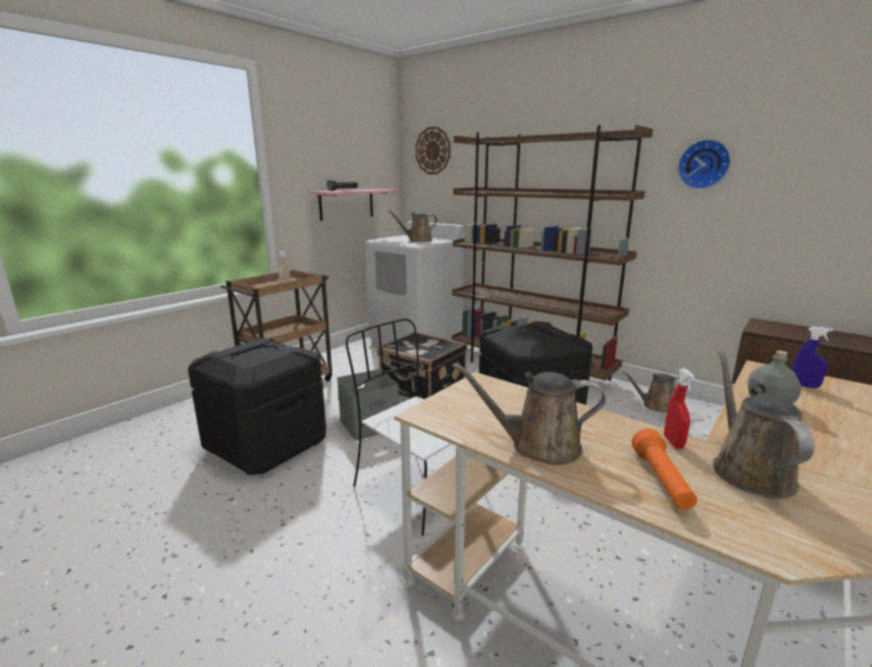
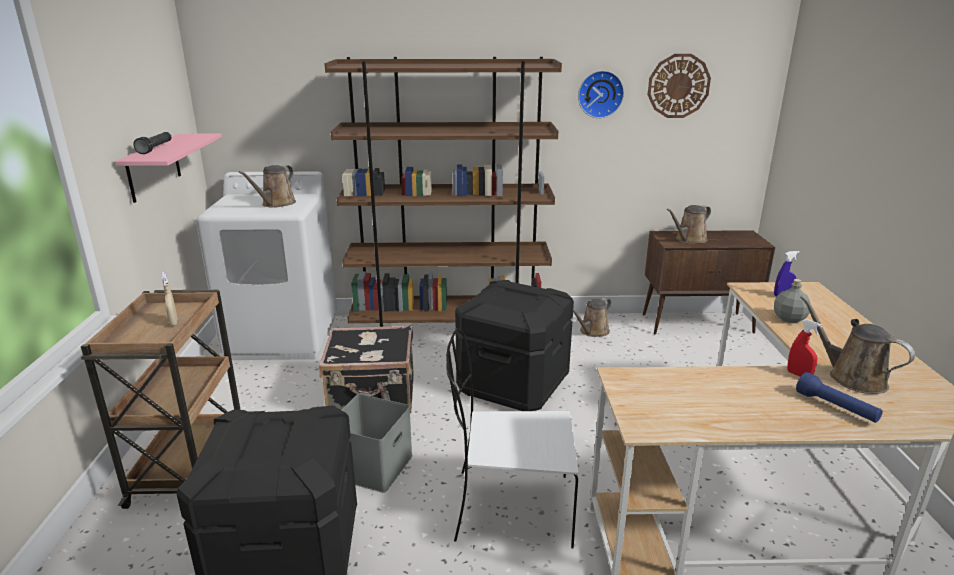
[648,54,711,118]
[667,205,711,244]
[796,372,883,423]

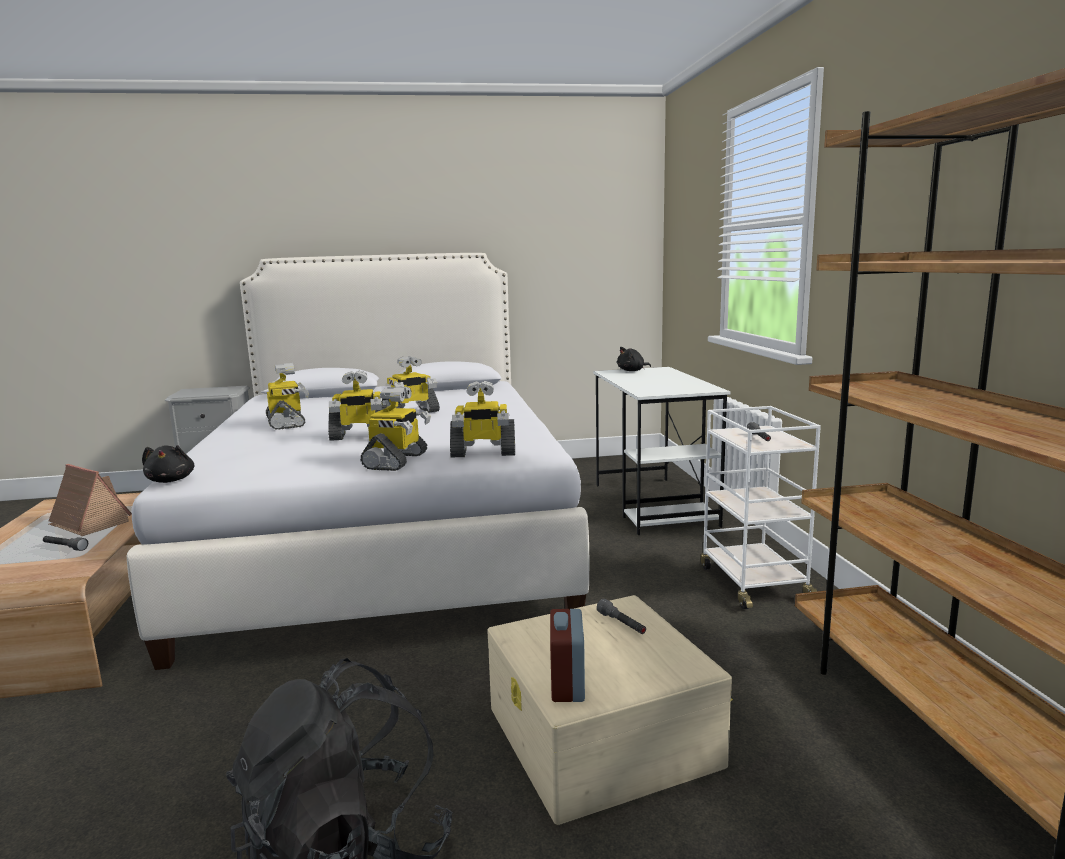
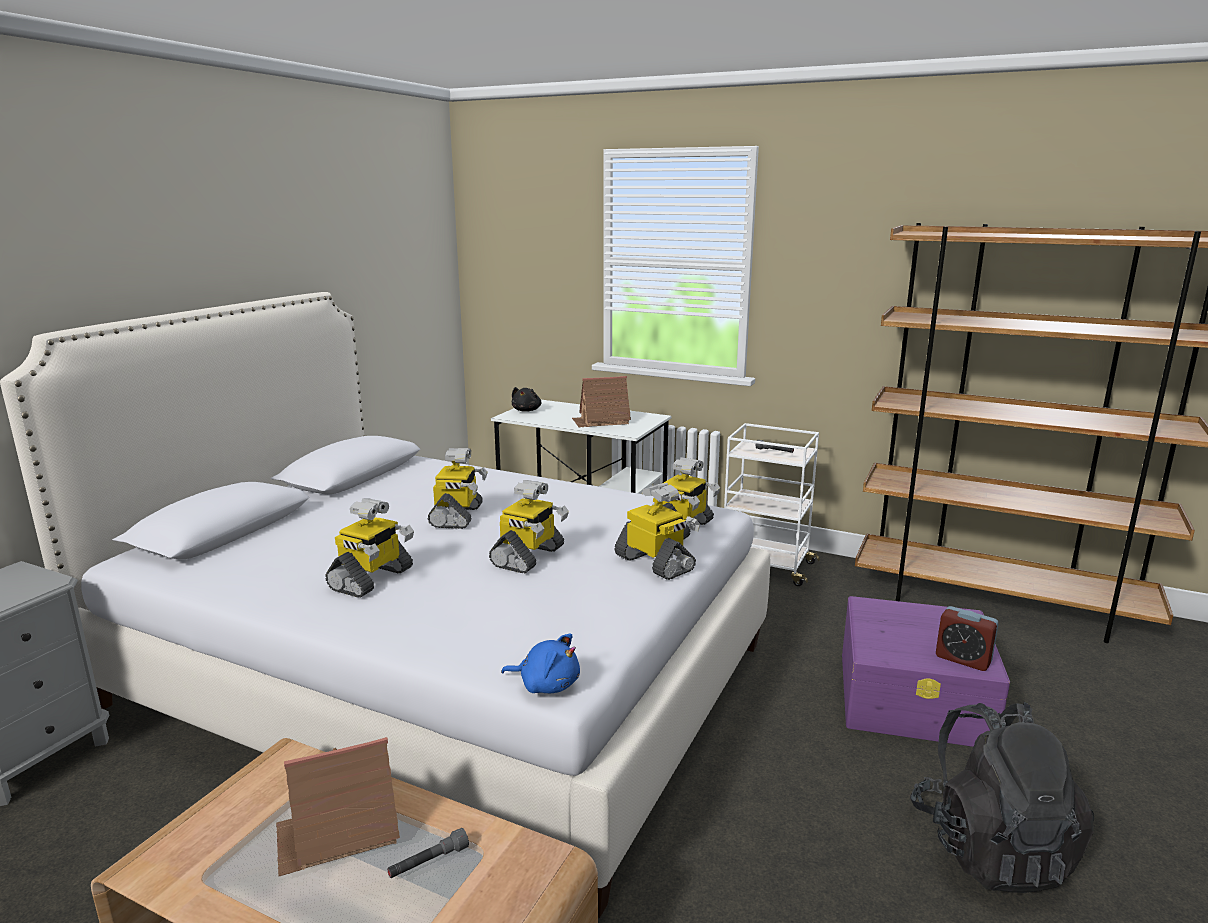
[325,498,414,598]
[501,634,580,693]
[572,376,631,427]
[842,596,1010,747]
[597,599,646,634] (first image)

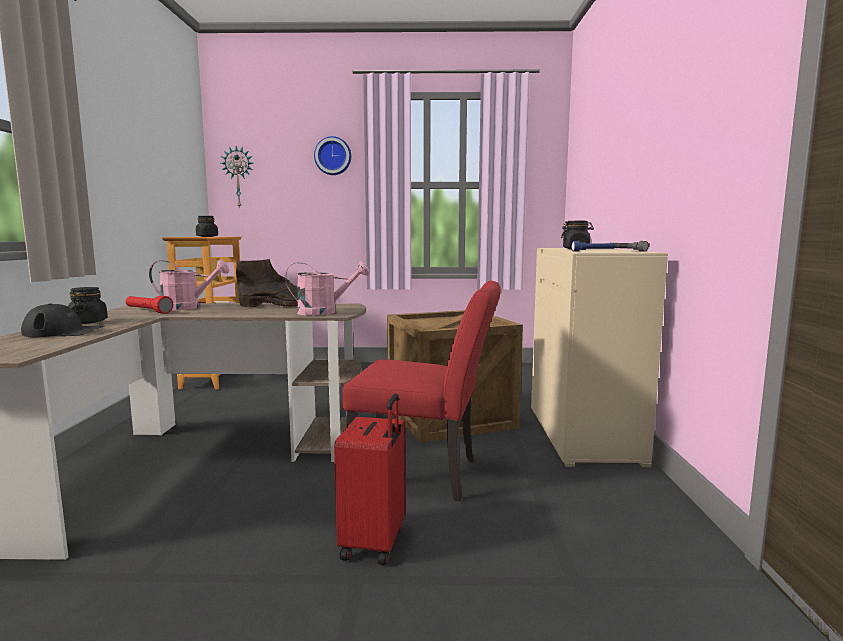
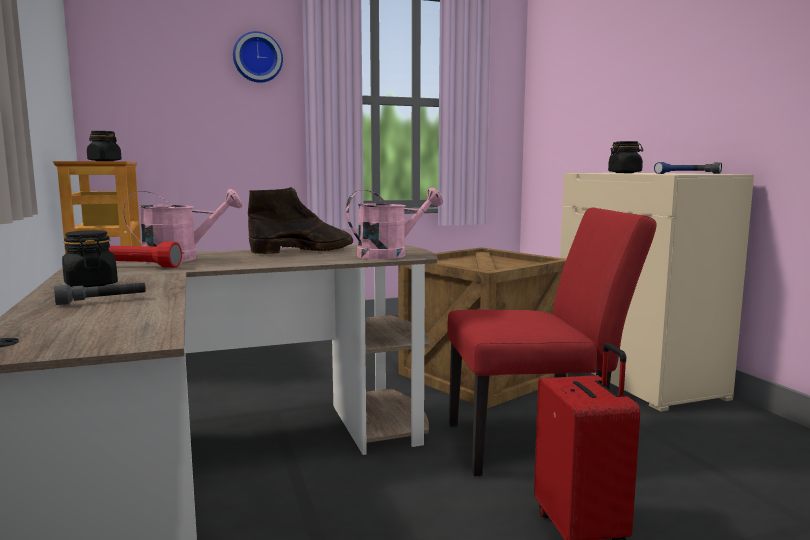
[54,282,146,305]
[221,146,253,209] (first image)

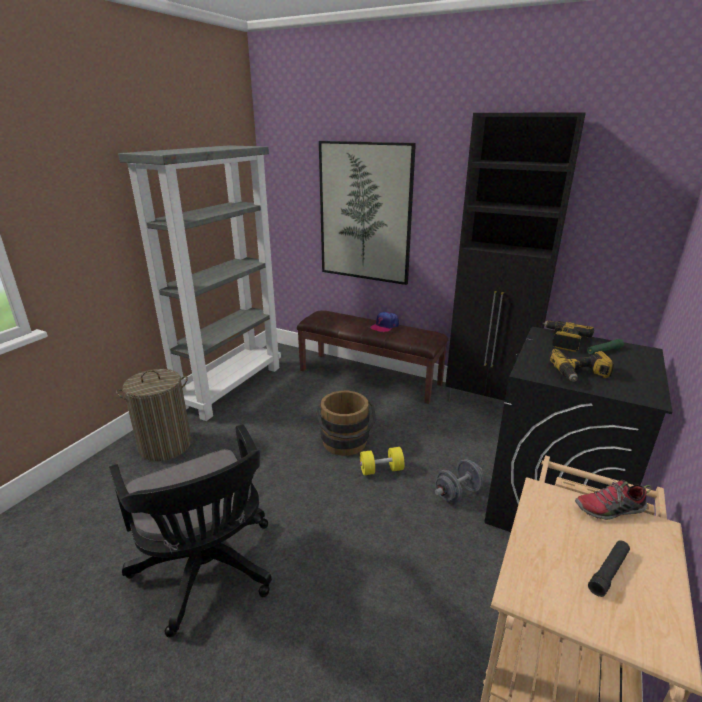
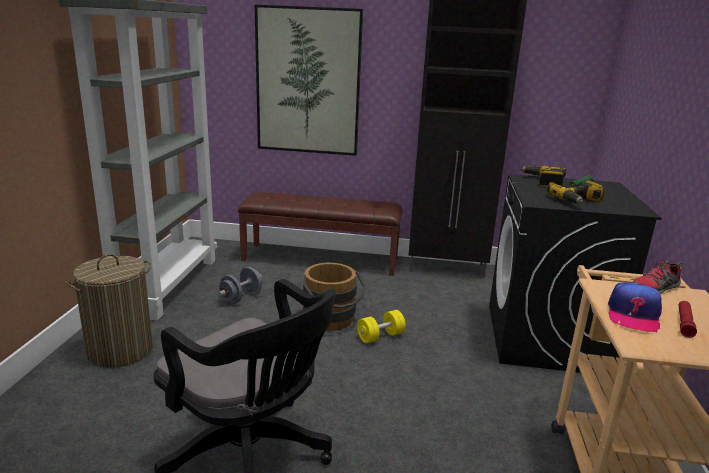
[218,267,262,304]
[608,283,662,333]
[679,301,697,338]

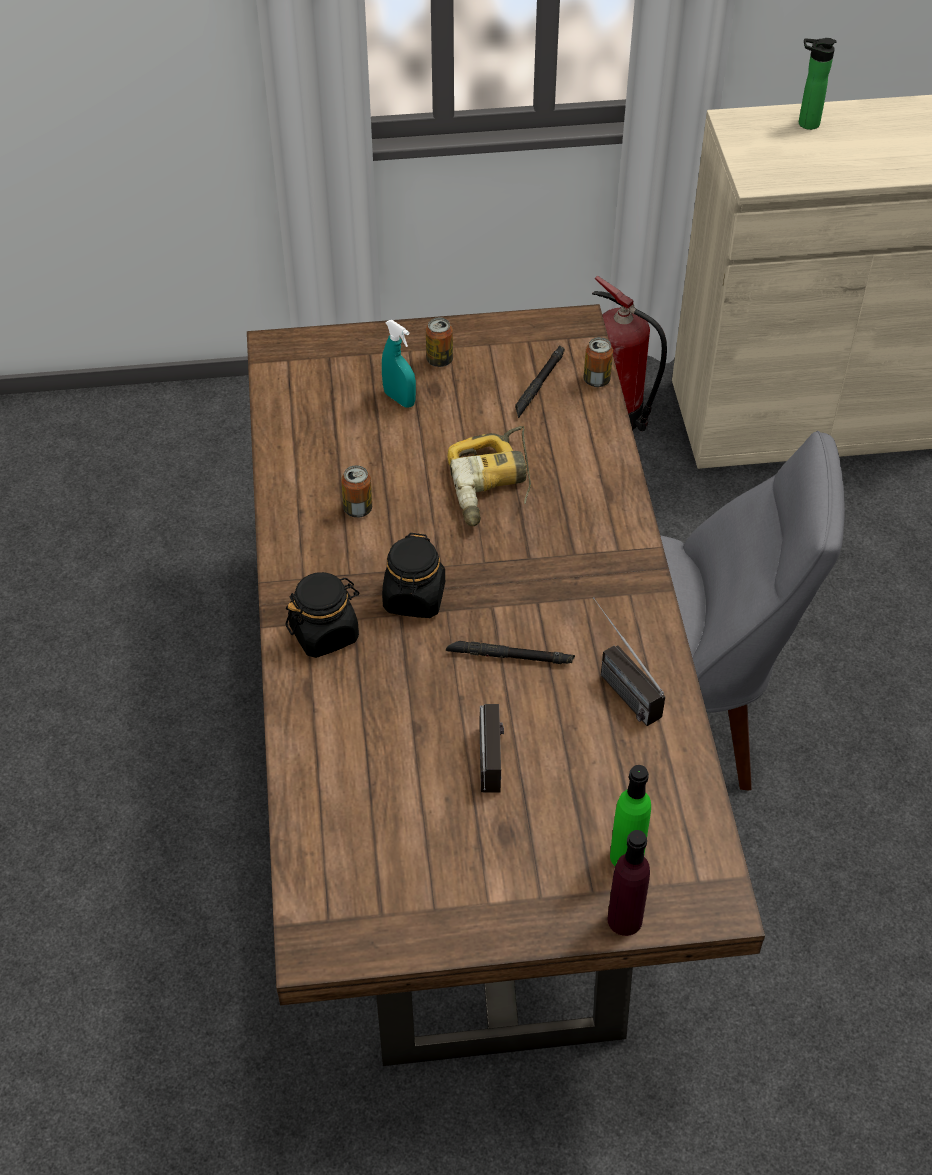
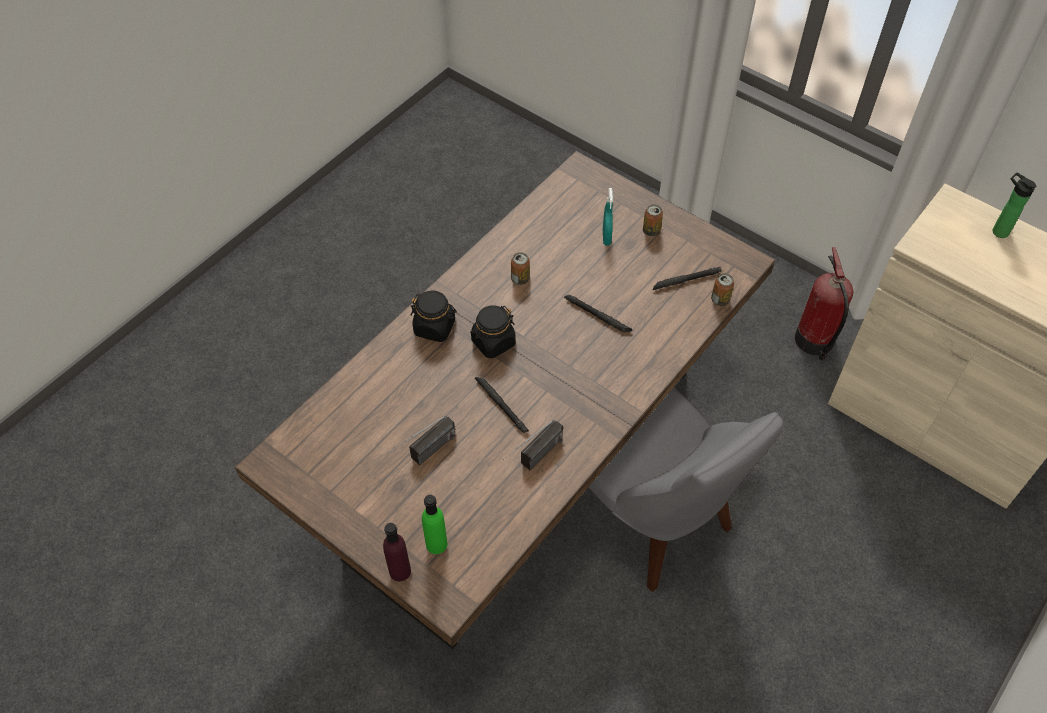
[503,420,563,470]
[564,295,632,332]

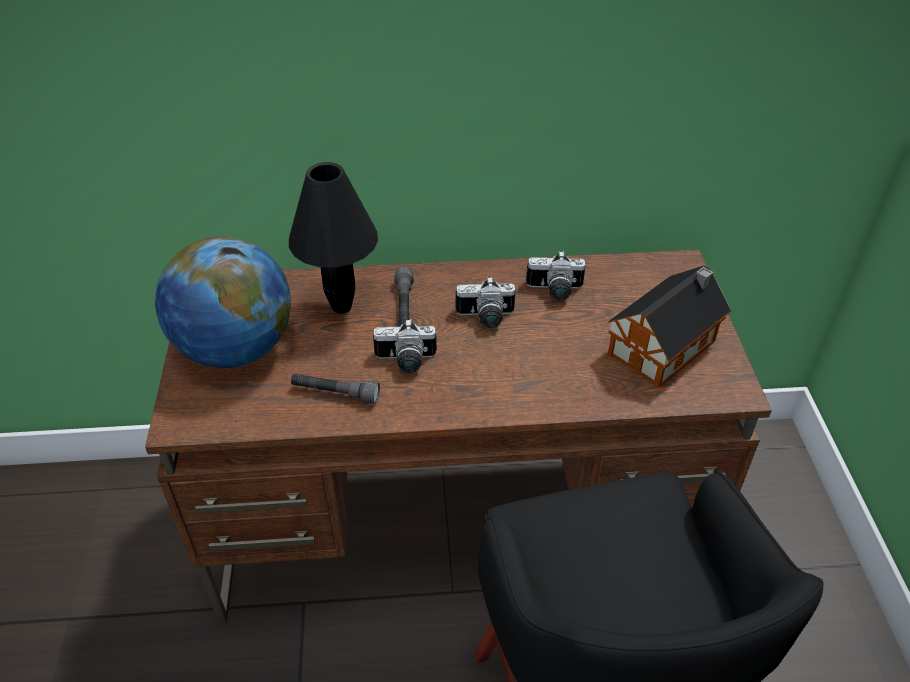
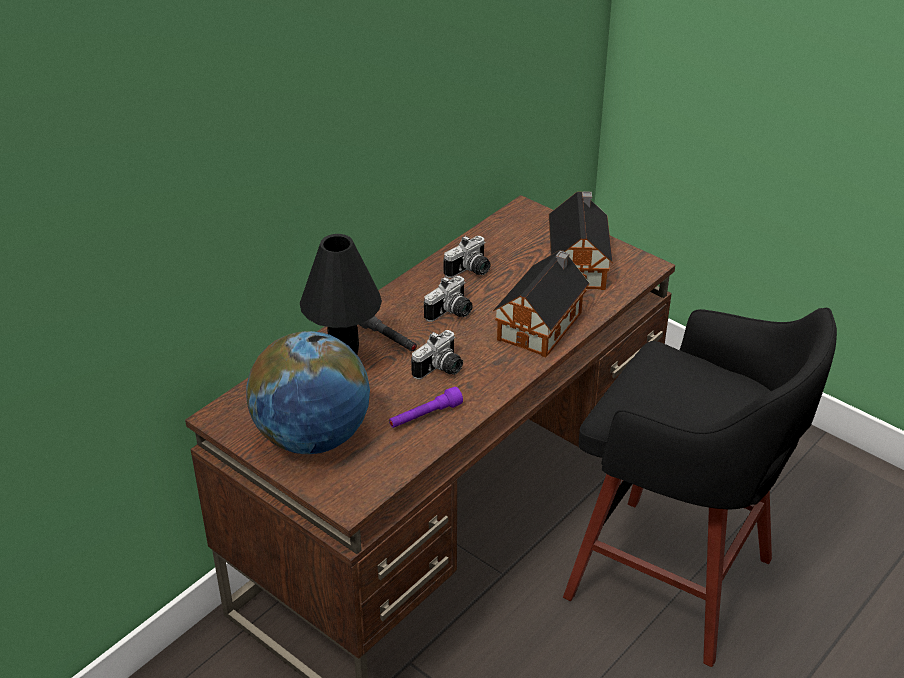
[389,387,463,428]
[493,250,589,358]

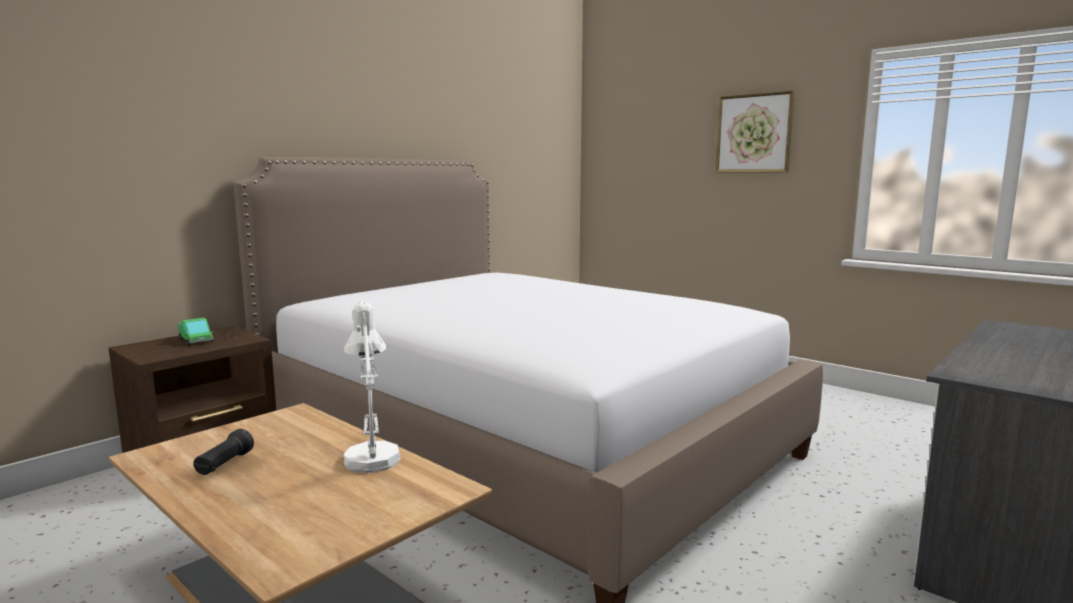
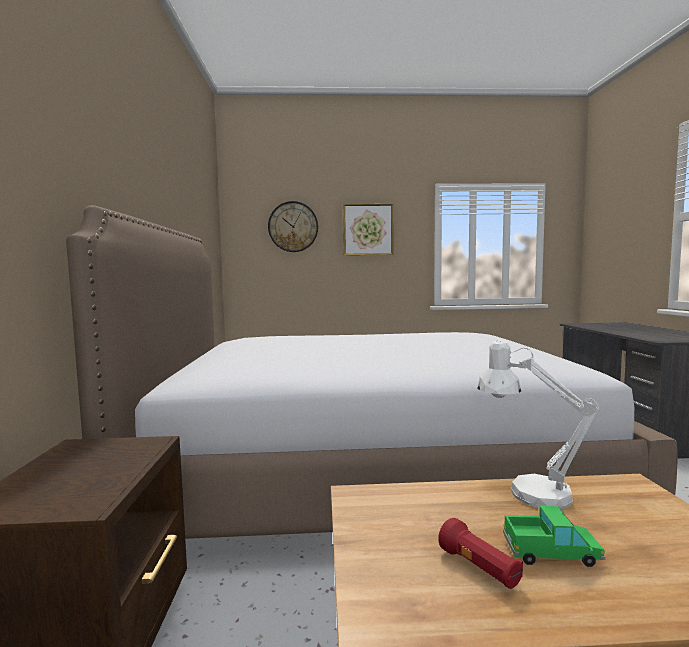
[268,201,318,252]
[438,518,523,589]
[503,506,605,567]

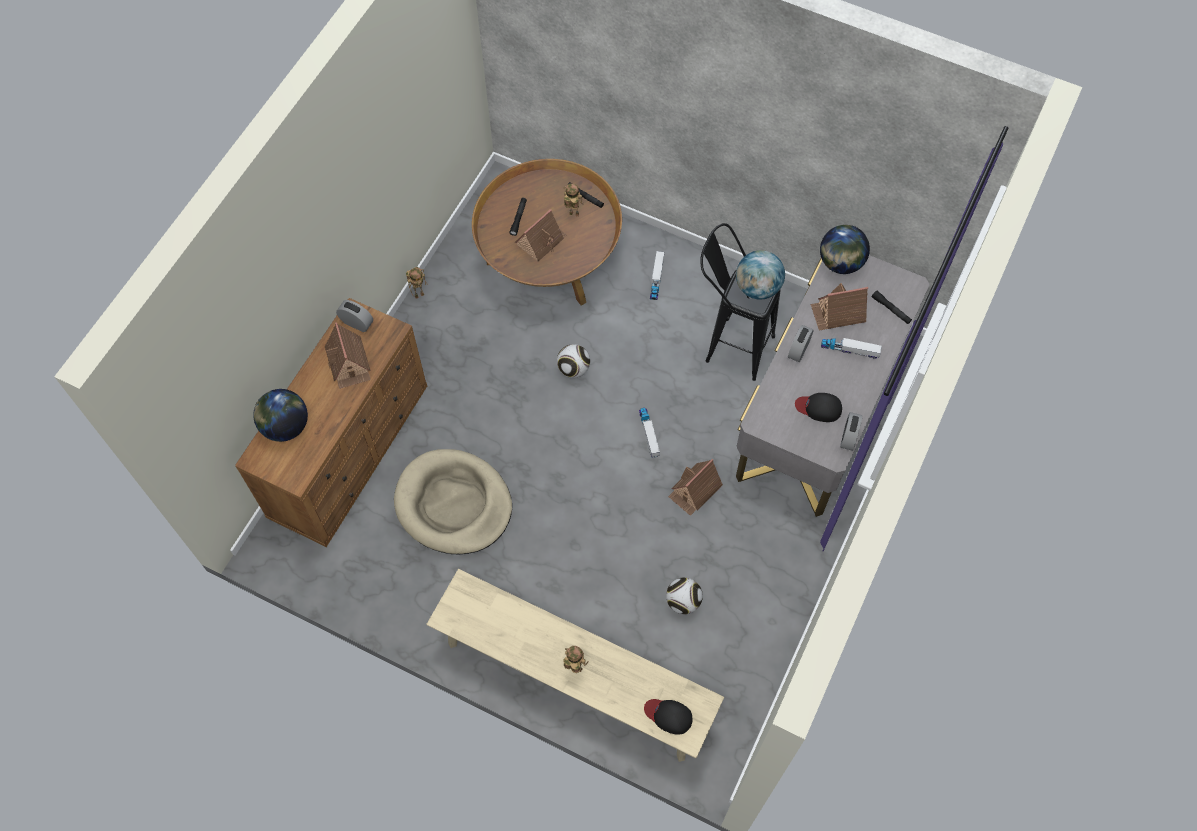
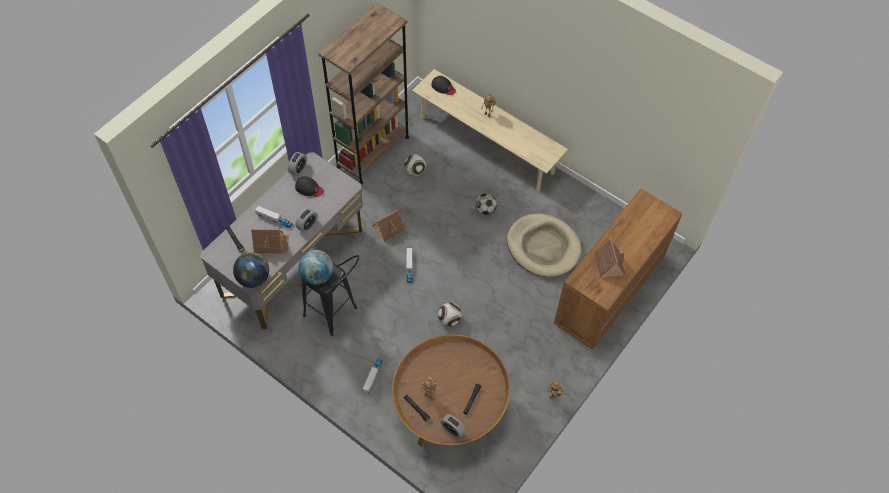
[319,3,409,185]
[440,414,466,438]
[475,193,497,215]
[253,389,308,442] (first image)
[515,209,567,261] (first image)

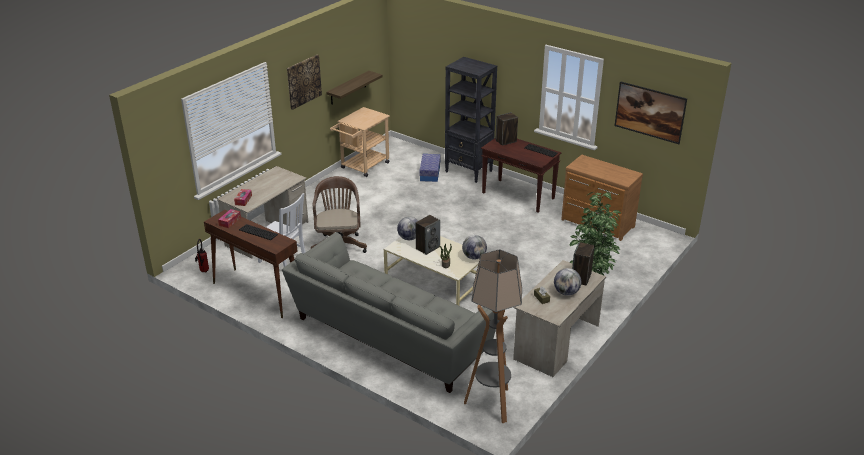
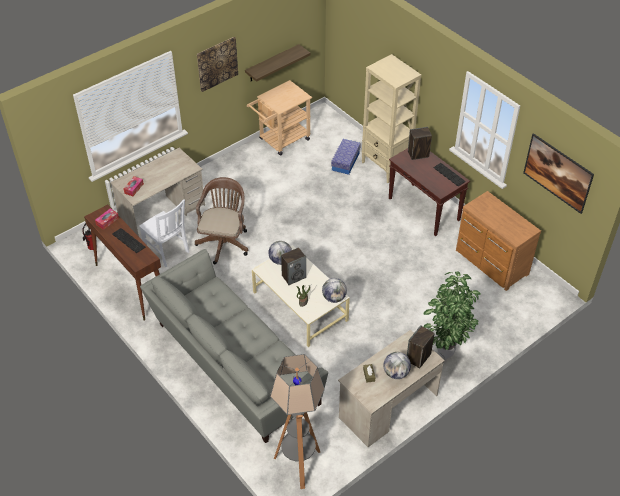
[361,54,421,183]

